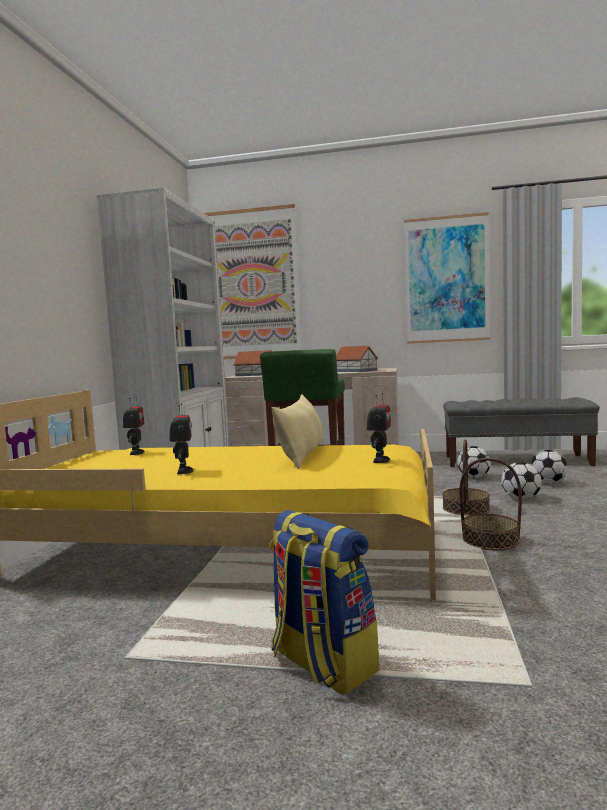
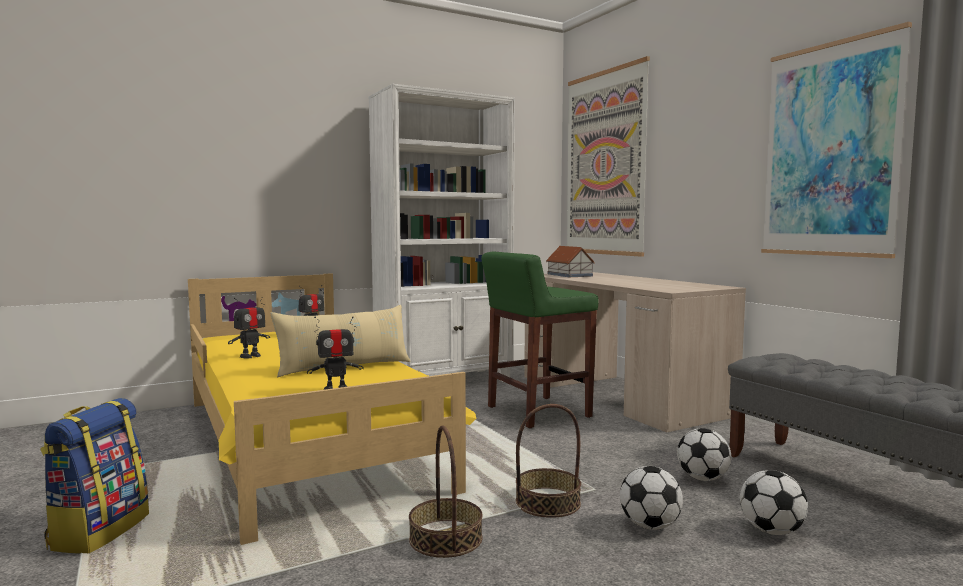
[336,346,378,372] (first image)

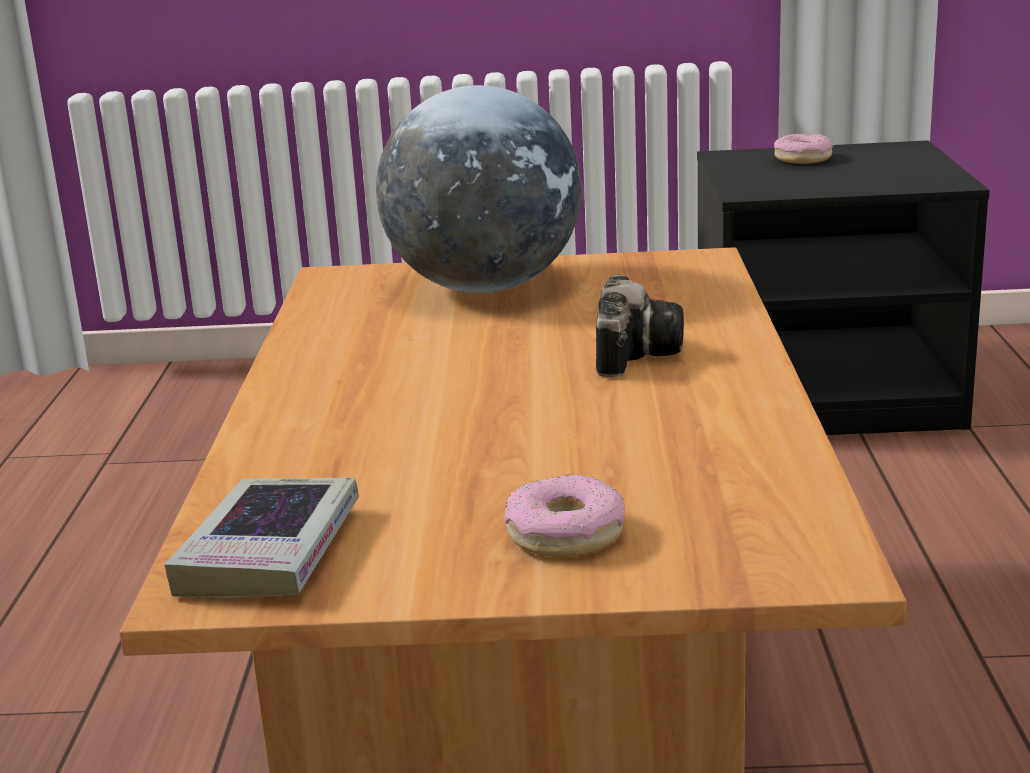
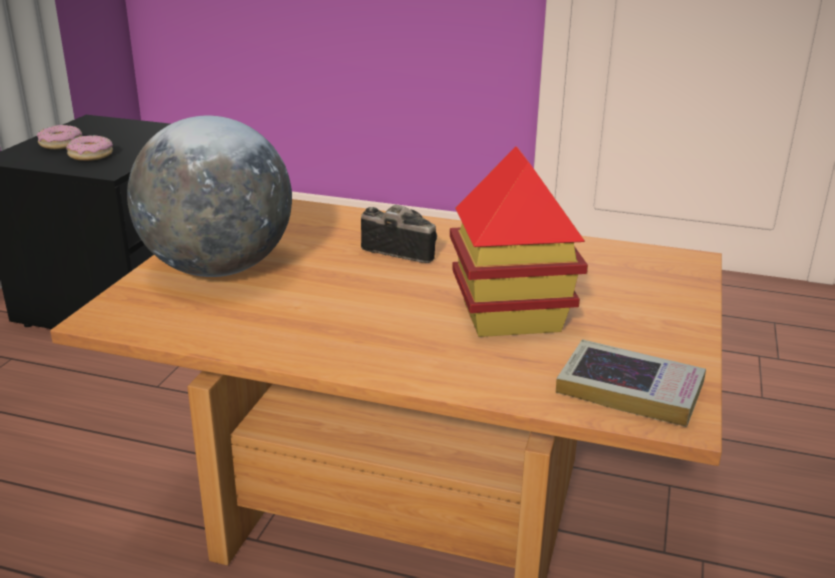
[66,135,113,161]
[450,146,588,337]

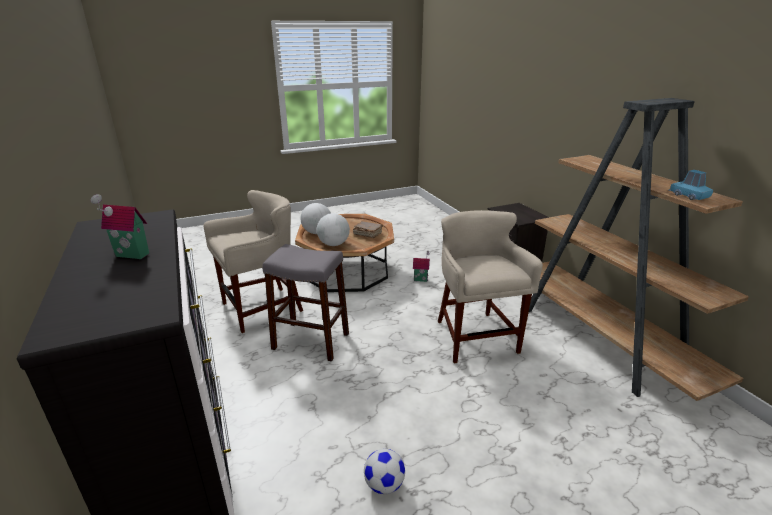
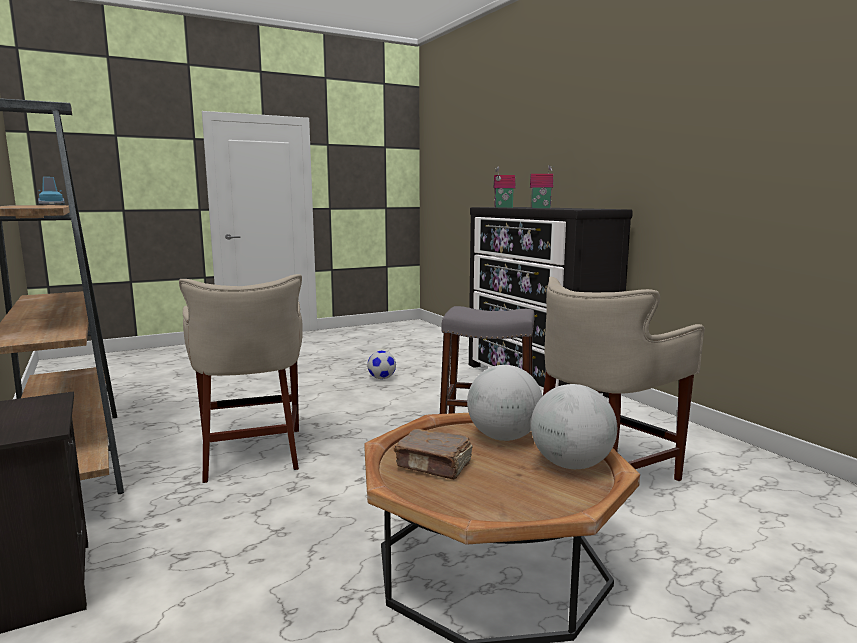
[494,166,515,208]

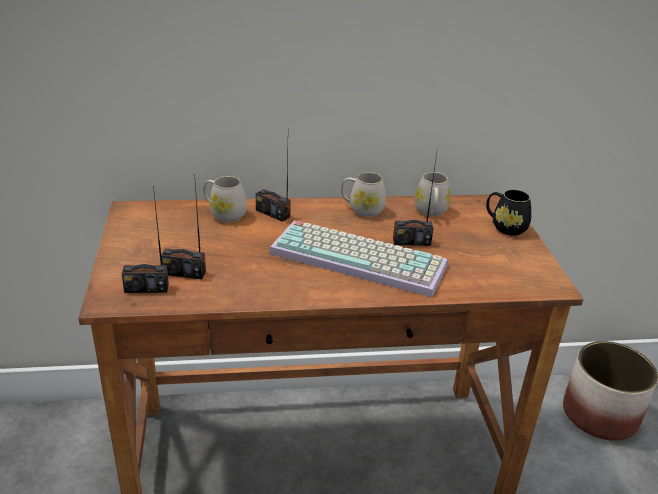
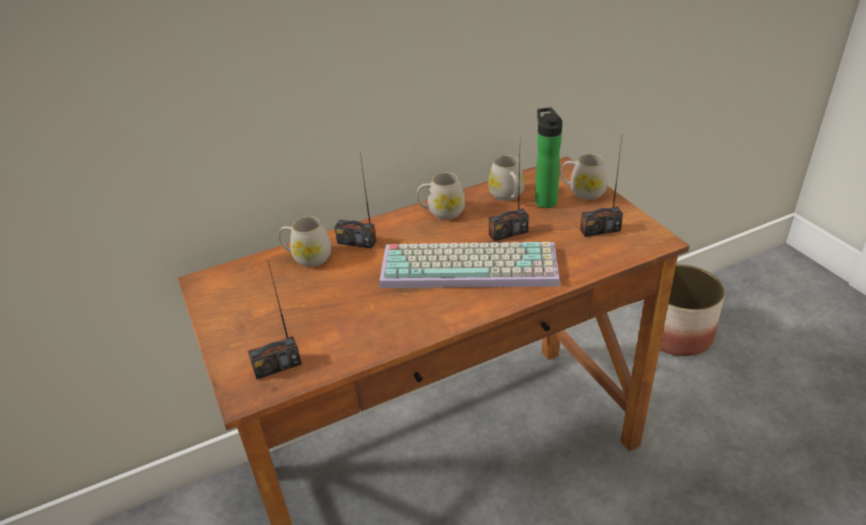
[535,107,562,208]
[561,154,608,200]
[580,138,623,237]

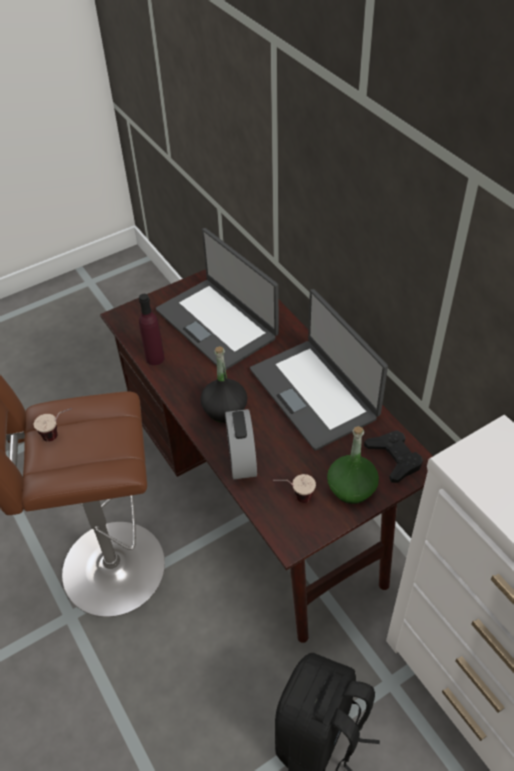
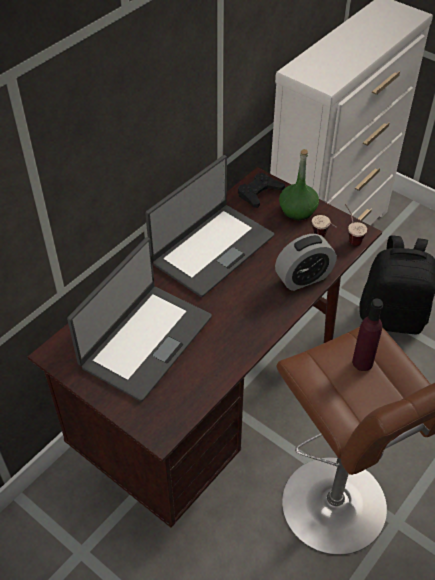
[345,204,367,246]
[352,299,383,371]
[200,346,247,423] (first image)

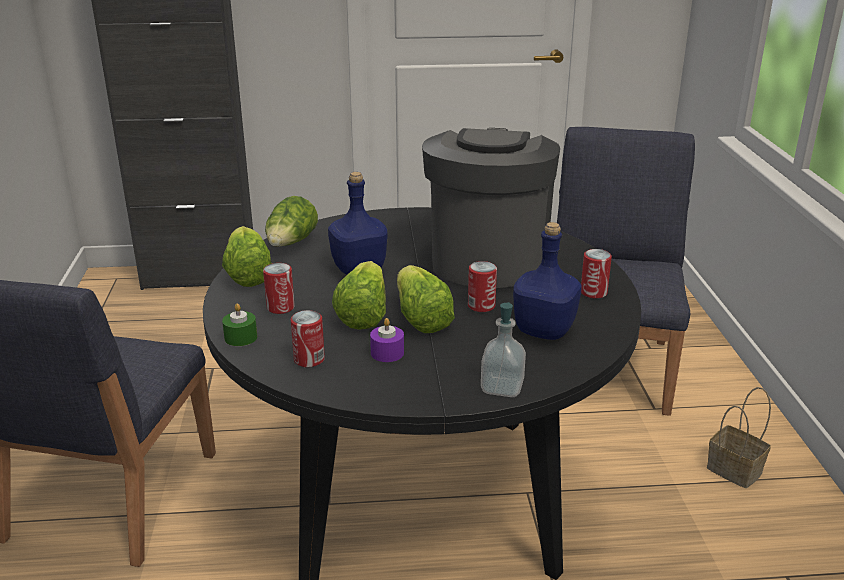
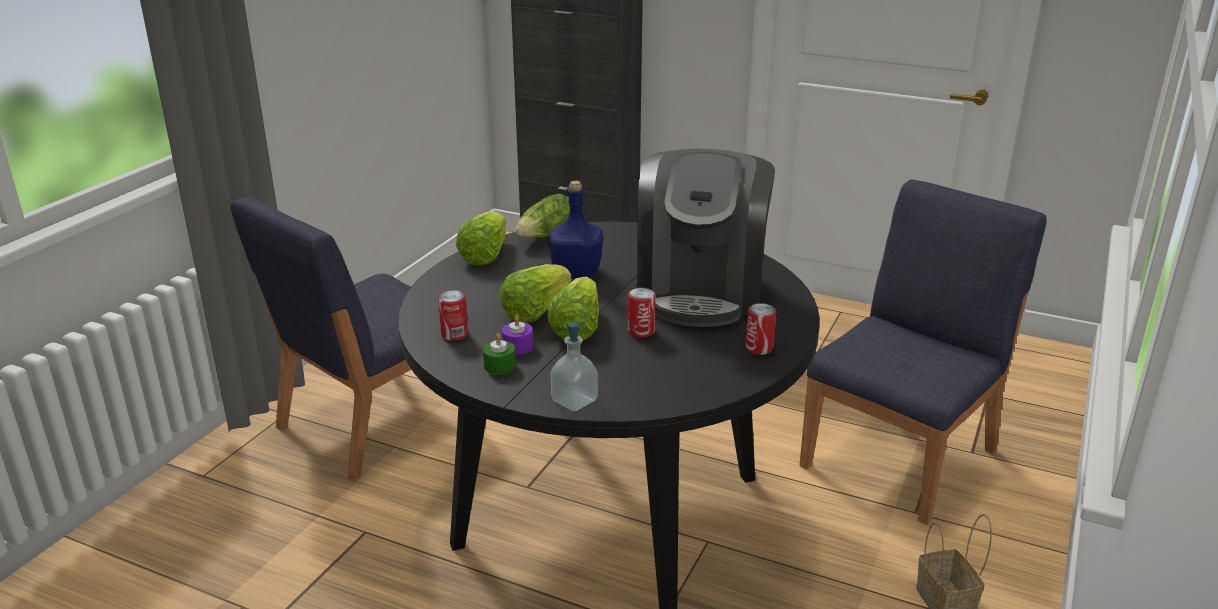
[483,333,516,375]
[637,149,775,327]
[263,263,295,314] (first image)
[513,222,582,340] (first image)

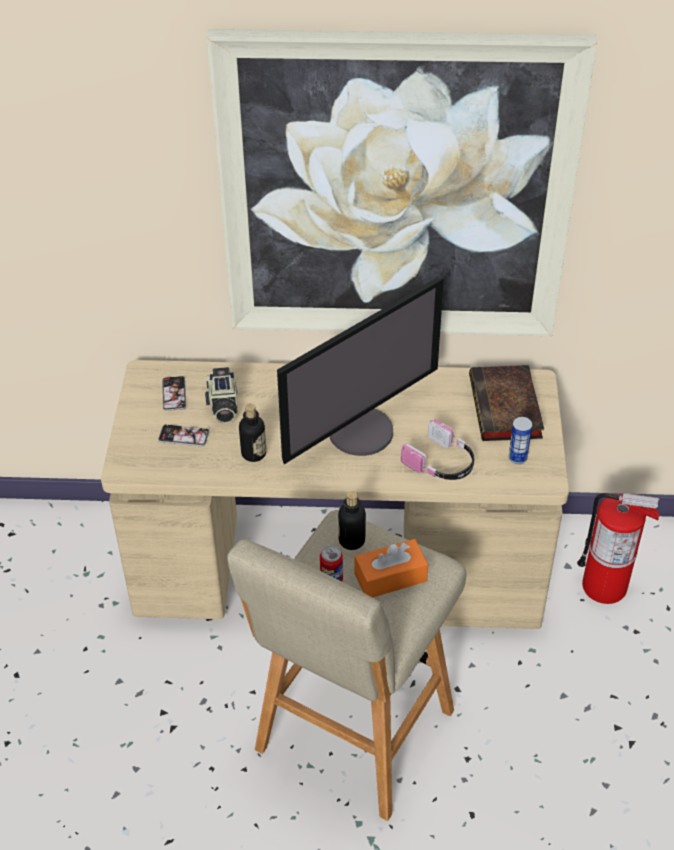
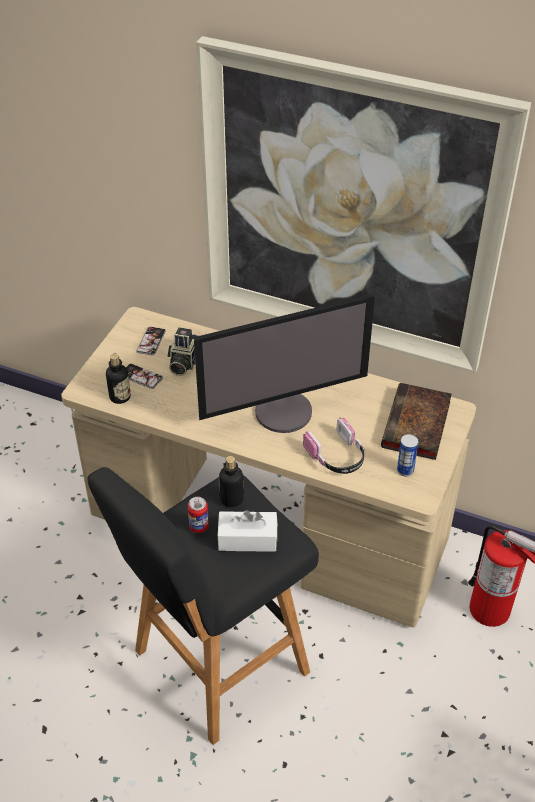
[87,467,319,745]
[106,354,131,404]
[218,510,277,552]

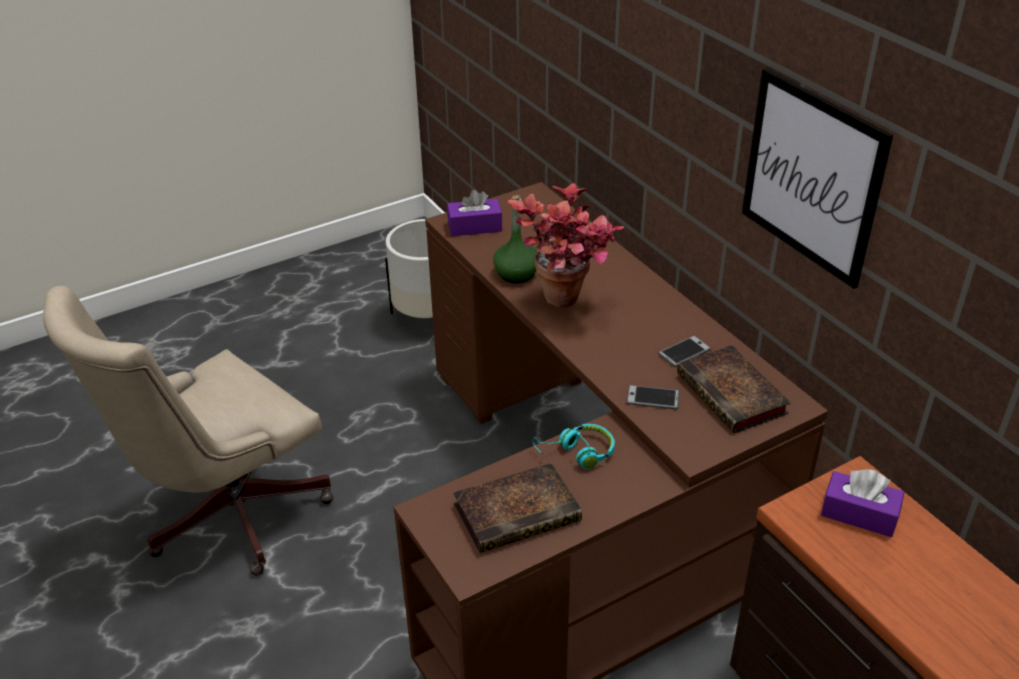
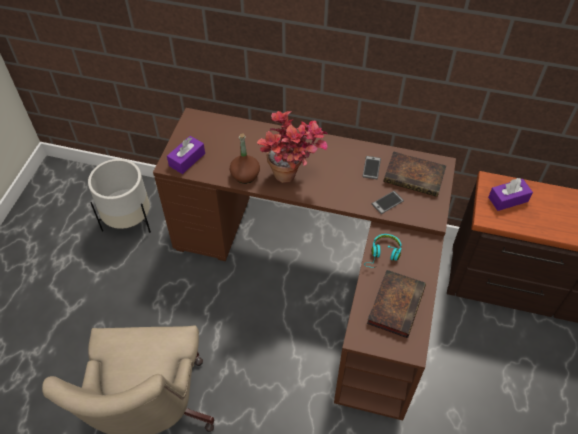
[230,133,260,184]
[742,68,893,289] (first image)

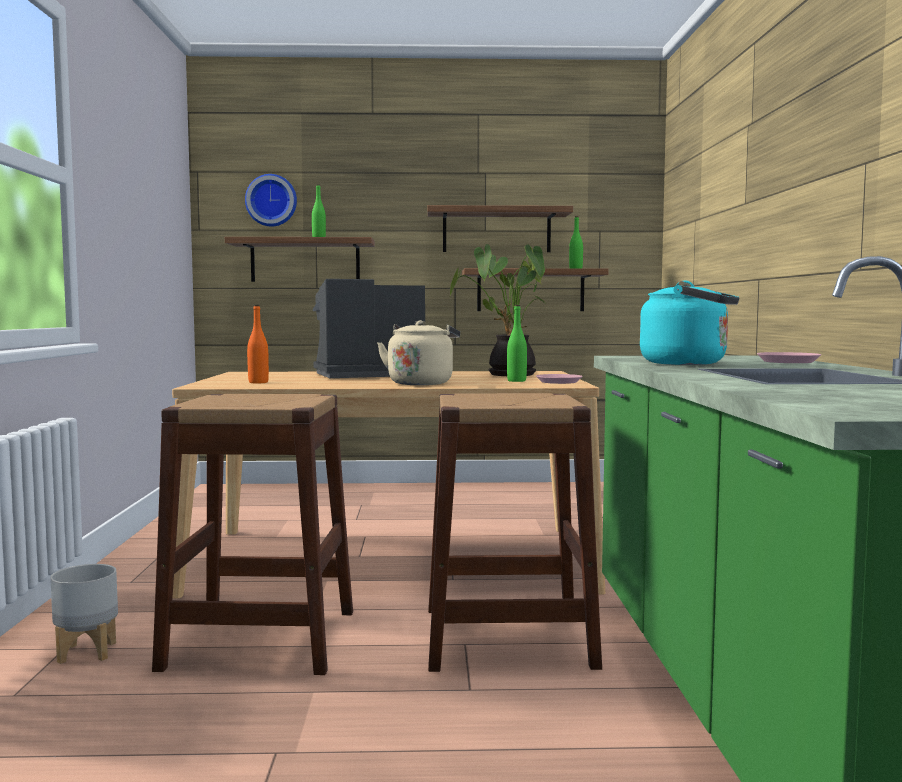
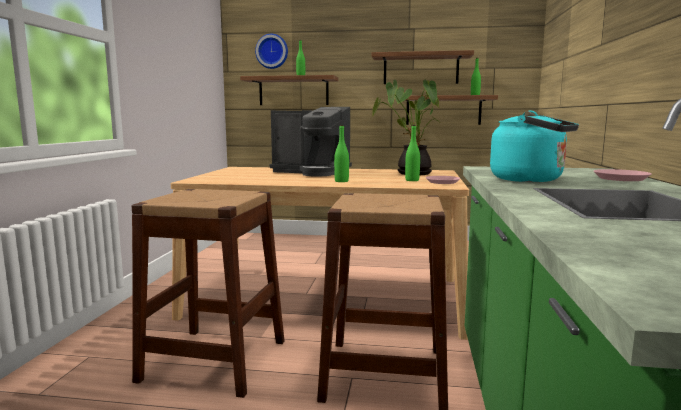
[270,107,352,176]
[334,125,349,182]
[50,564,118,664] (first image)
[247,305,269,383] (first image)

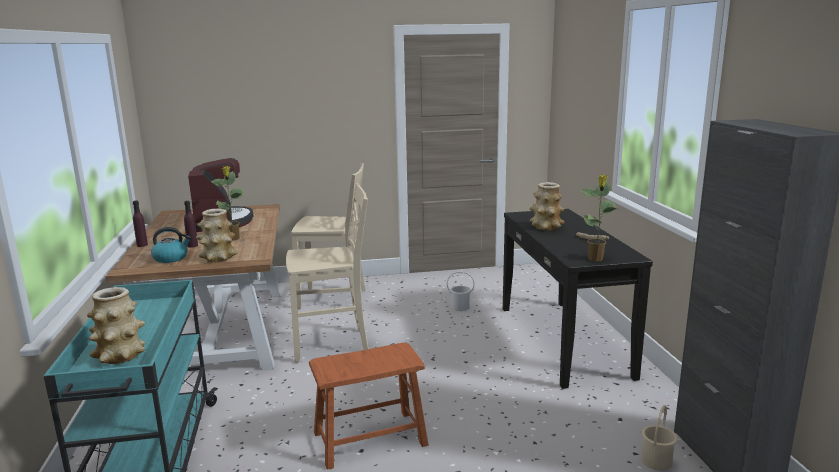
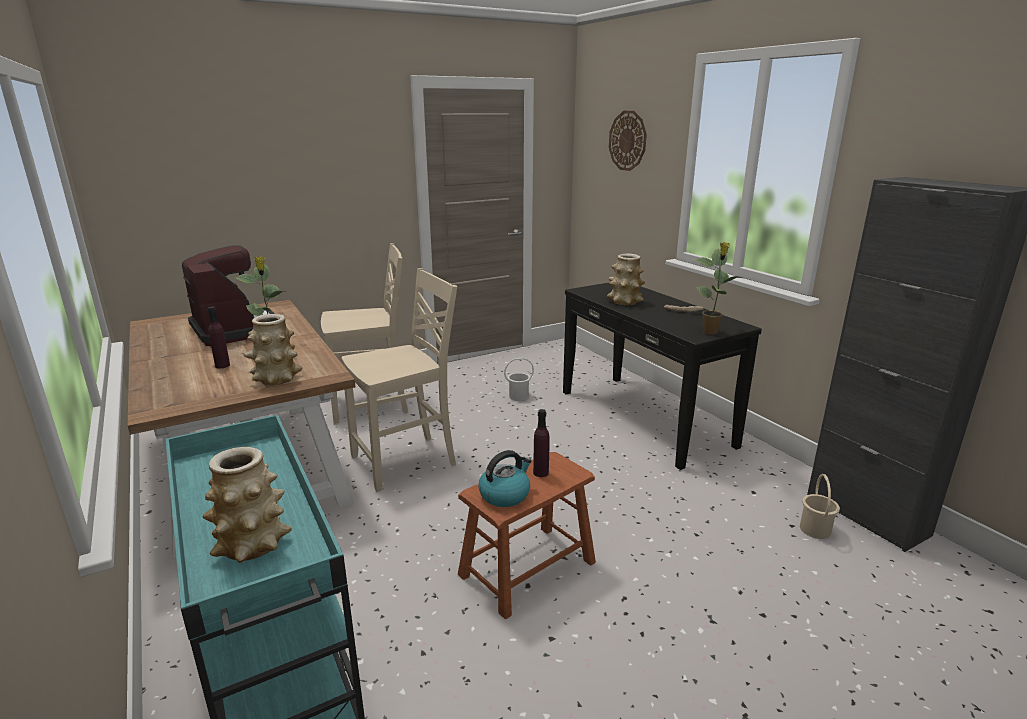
[479,450,531,507]
[533,409,550,477]
[609,111,647,171]

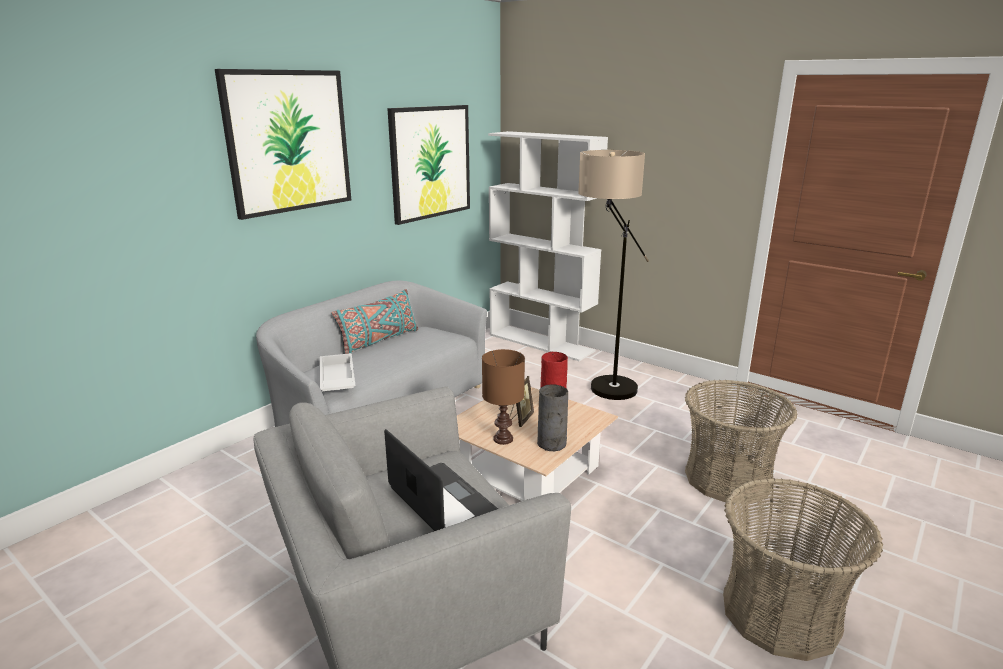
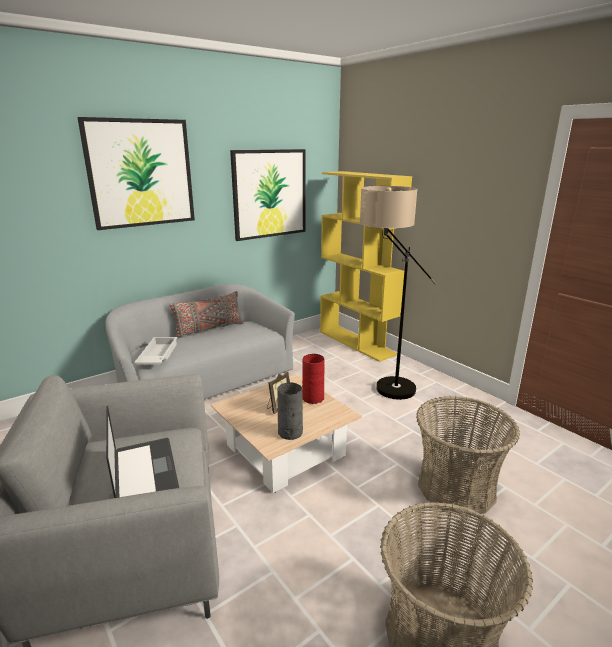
[169,291,244,337]
[320,171,412,362]
[482,349,525,445] (first image)

